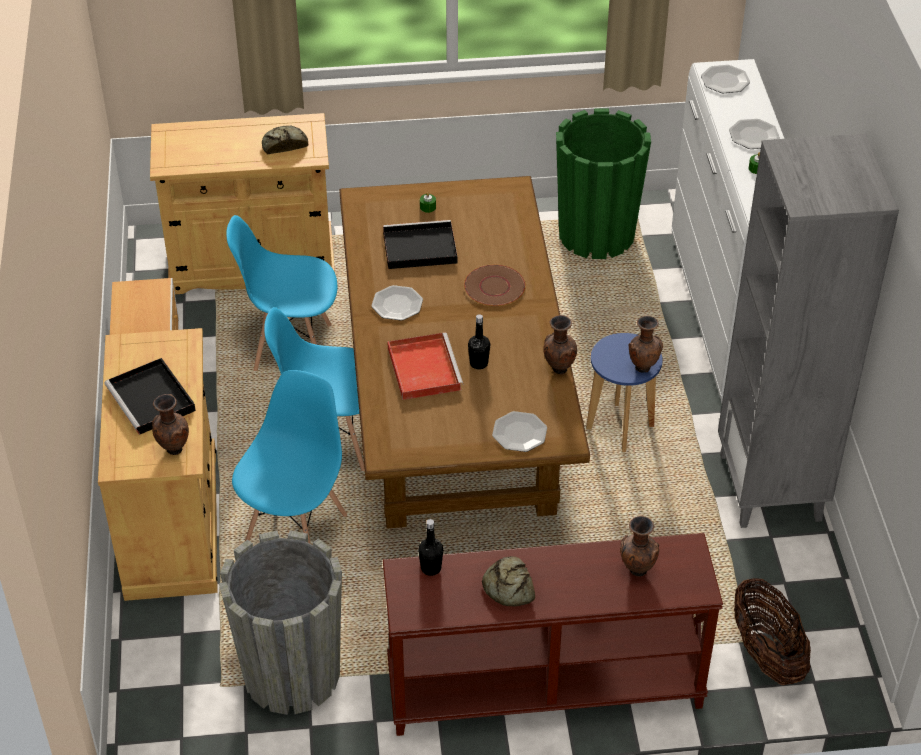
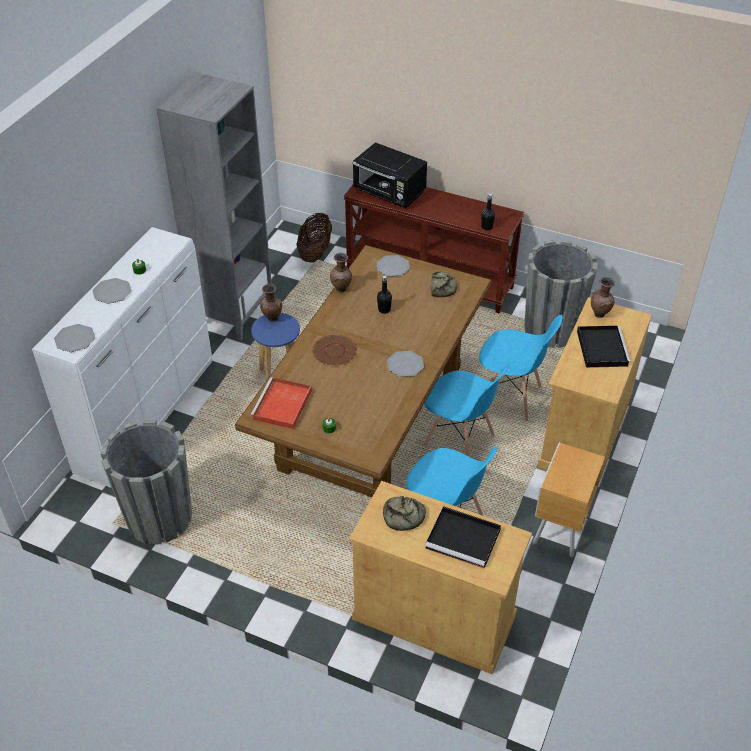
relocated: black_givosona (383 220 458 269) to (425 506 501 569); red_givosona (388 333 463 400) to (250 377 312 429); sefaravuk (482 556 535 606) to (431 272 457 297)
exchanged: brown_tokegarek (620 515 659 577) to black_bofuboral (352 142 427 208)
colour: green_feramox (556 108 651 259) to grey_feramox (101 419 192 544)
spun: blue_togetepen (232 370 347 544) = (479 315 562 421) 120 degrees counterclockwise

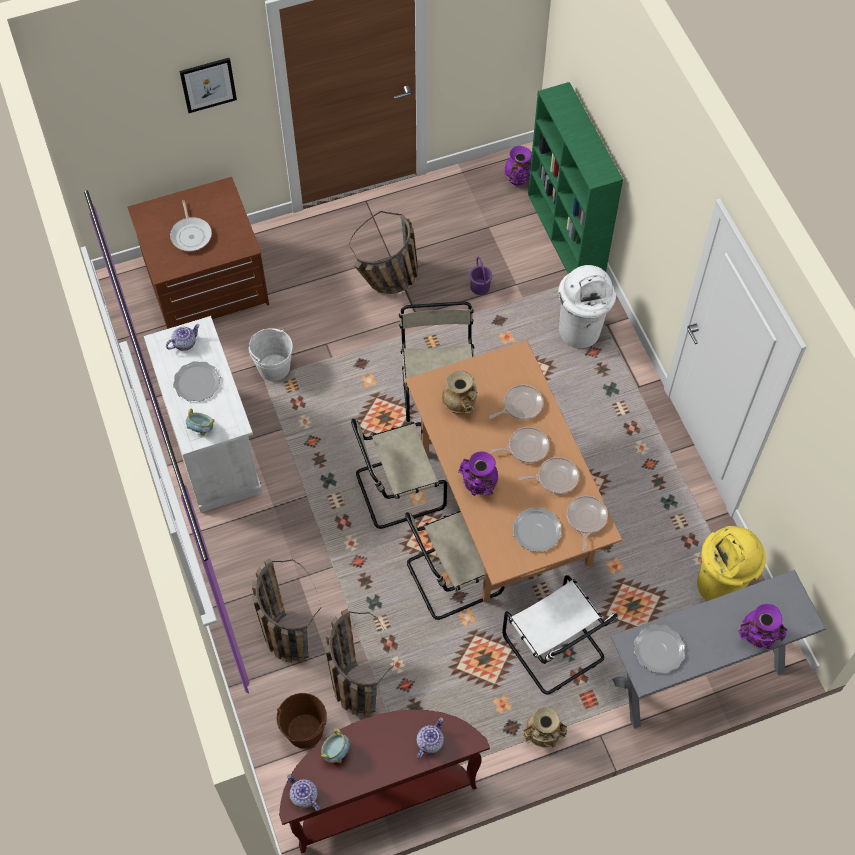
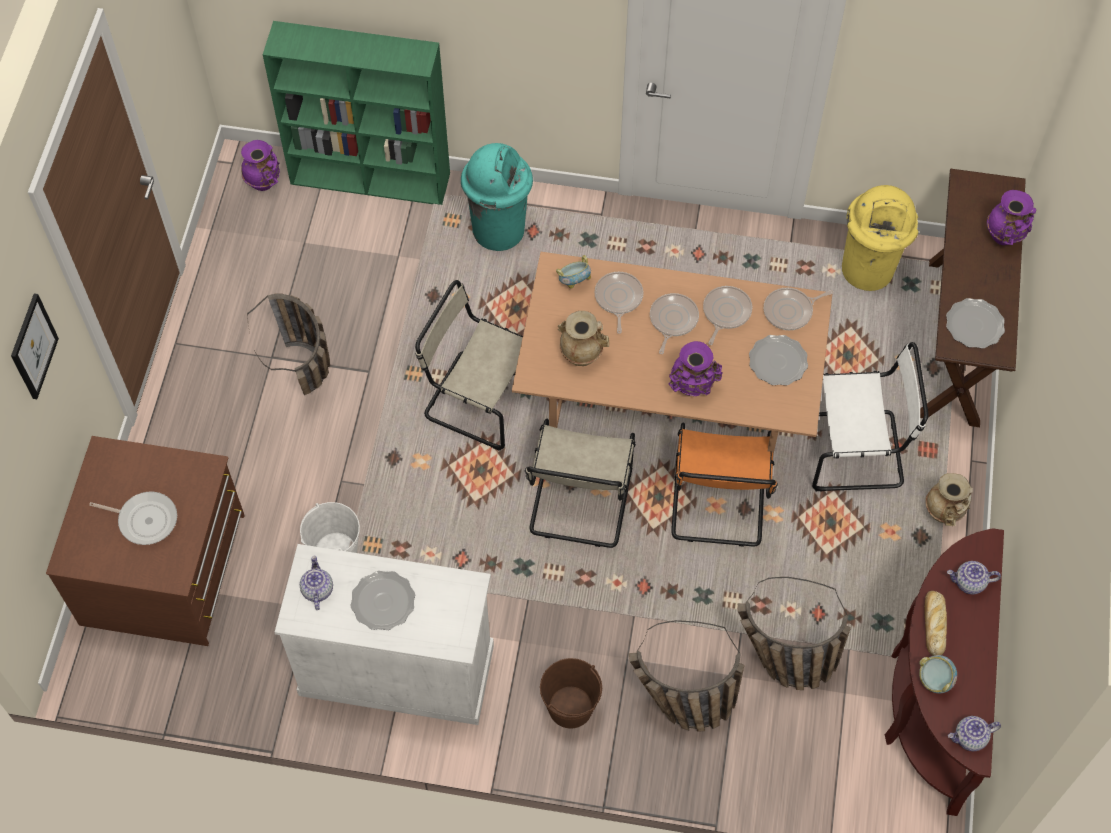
missing: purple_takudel (469 257 492 295)
appeared: sefaravuk (925 591 947 656)
relocated: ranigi (186 409 215 436) to (556 255 591 289); brown_takudel (277 693 327 749) to (540 658 602 729)
colour: beige_togetepen (405 511 505 620) to orange_togetepen (671 423 778 547); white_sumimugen (558 265 616 348) to turquoise_sumimugen (461 143 533 251); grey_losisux (611 570 826 729) to brown_losisux (920 168 1026 427)
spun: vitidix (417 718 444 759) = (947 561 1001 594) 60 degrees counterclockwise; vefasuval (567 496 608 552) = (764 288 834 330) 60 degrees counterclockwise

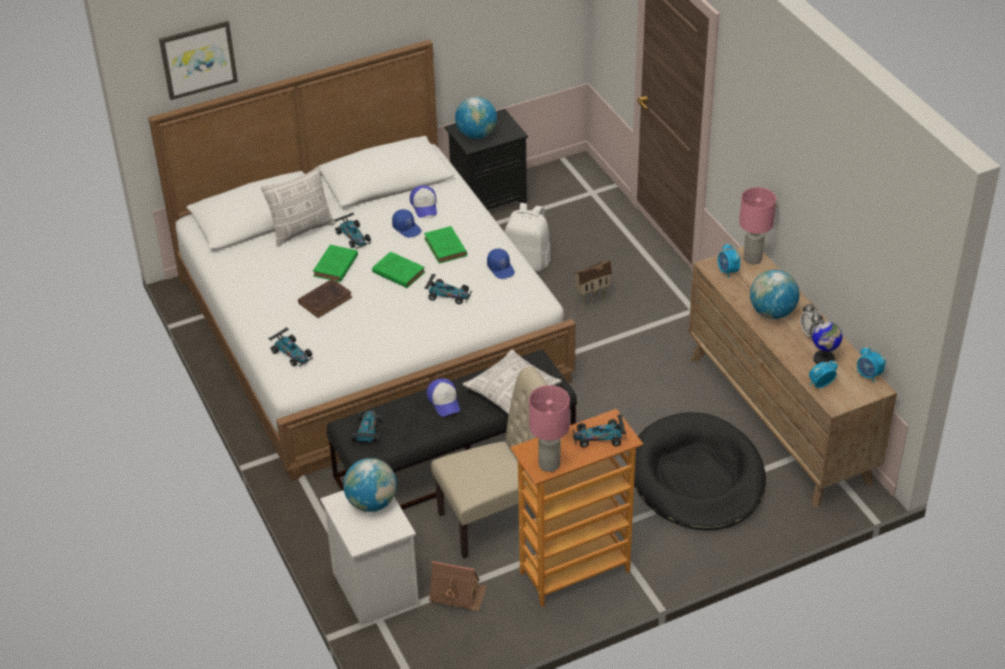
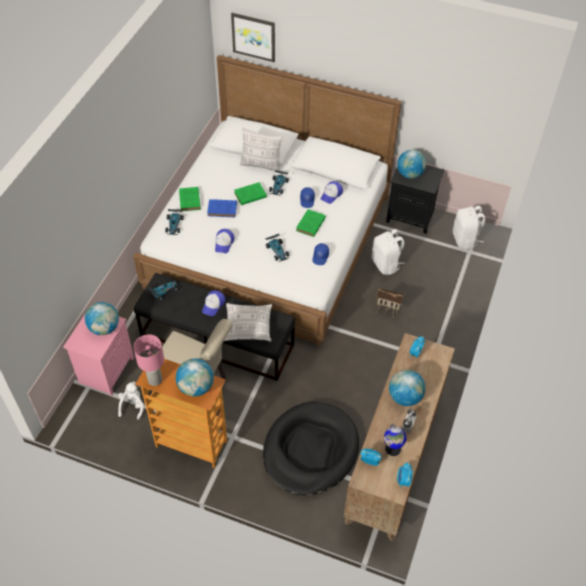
missing: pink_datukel (739 187 776 265)
appeared: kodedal (215 229 234 253); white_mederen (453 206 485 249)
relocated: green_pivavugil (372 252 425 288) to (179 187 201 211)
exchanged: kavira (429 561 487 611) to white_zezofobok (118 381 144 420); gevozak (573 414 626 448) to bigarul (176 359 214 397)
colour: brown_pivavugil (298 278 352 318) to blue_pivavugil (207 199 237 217); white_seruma (320 490 419 626) to pink_seruma (63 313 134 396)

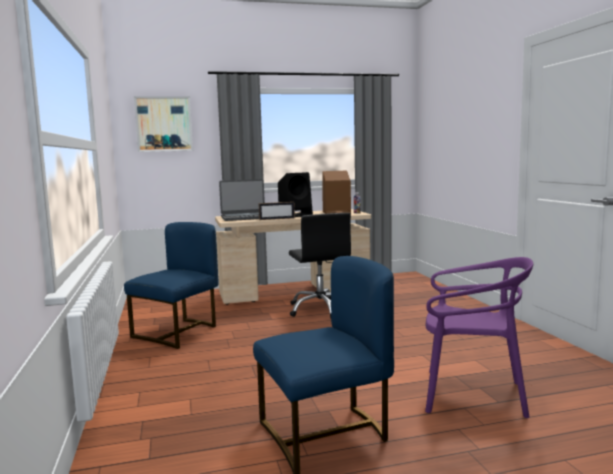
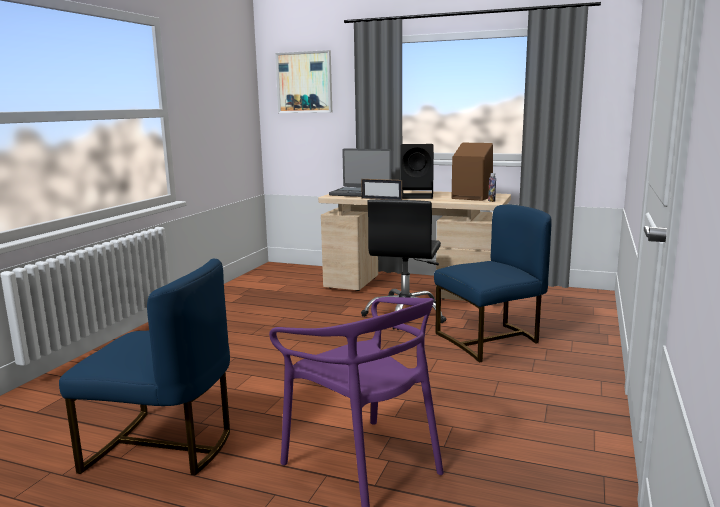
relocated: blue_togetepen (124 222 218 349) to (434 204 551 363)

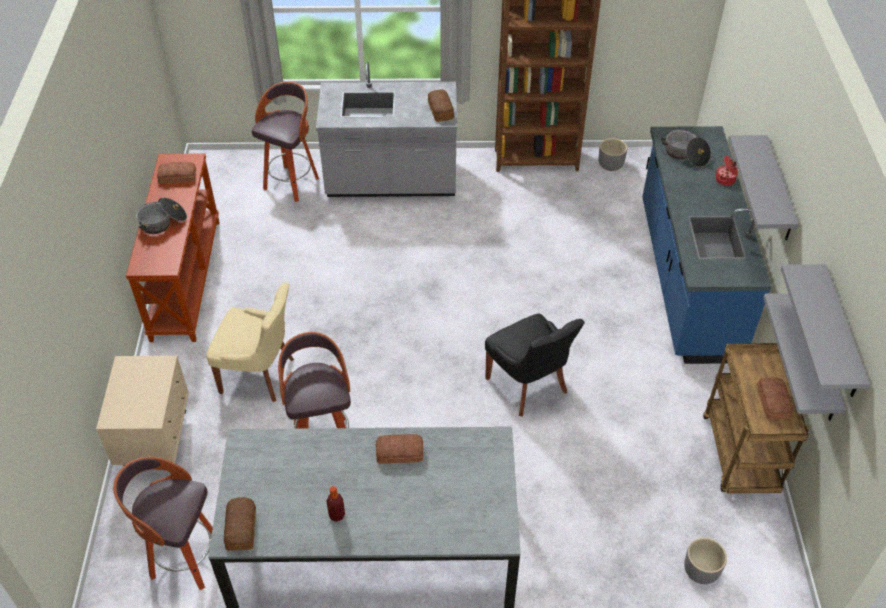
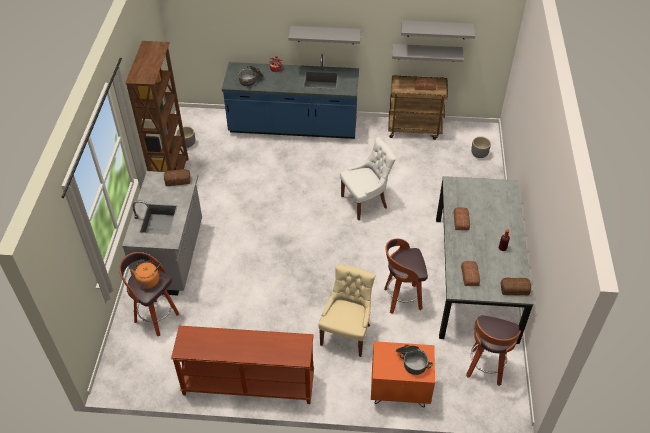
appeared: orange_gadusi (131 259 161 289)
relocated: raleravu (136 198 187 234) to (396 345 433 375); sefaravuk (157 162 196 184) to (461 261 480 286)
colour: beige_seruma (96 356 189 466) to orange_seruma (371 341 435 408); black_togetepen (485 314 585 416) to white_togetepen (340 137 396 220)

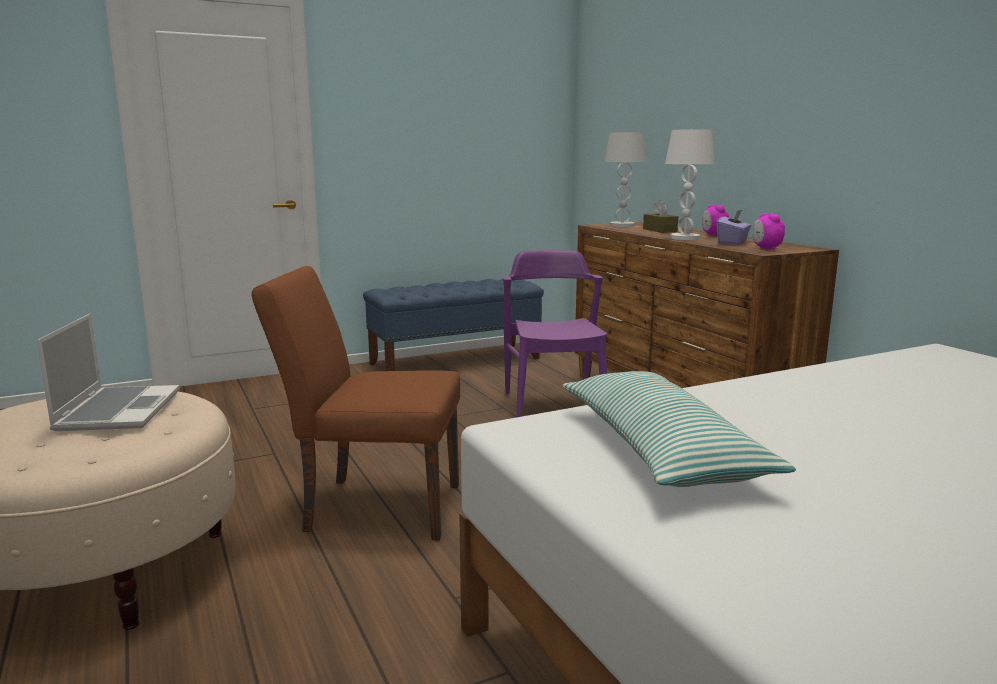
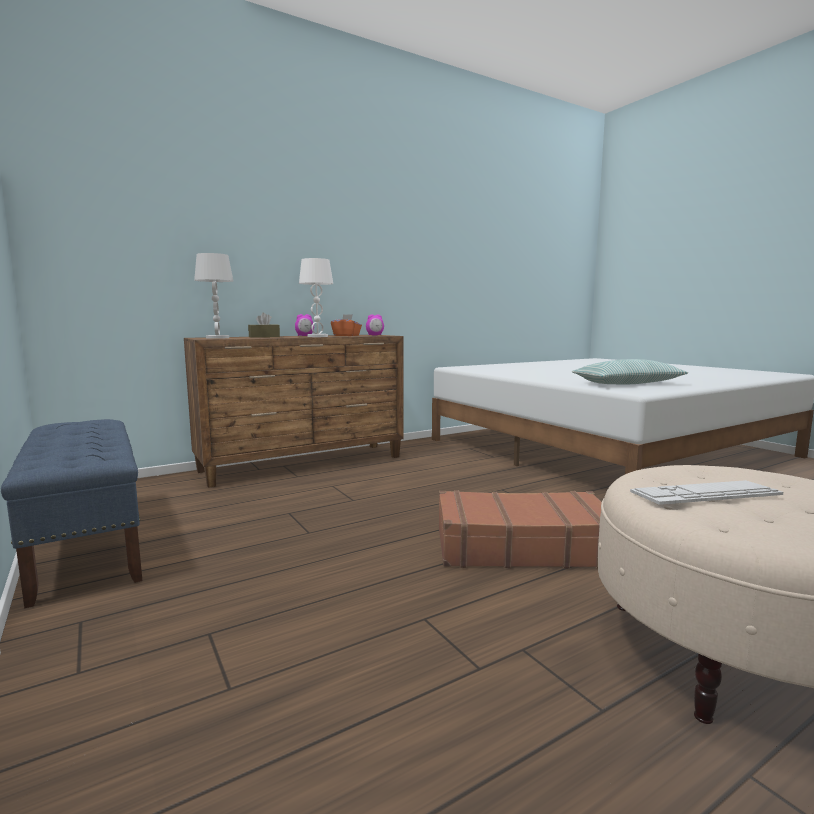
missing: purple_togetepen (503 250 607 417)
exchanged: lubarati (36 313 180 431) to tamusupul (630 480 783 505); brown_togetepen (251 266 460 541) to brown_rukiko (439 490 602 569)
colour: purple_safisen (717 209 751 245) to orange_safisen (331 314 362 336)

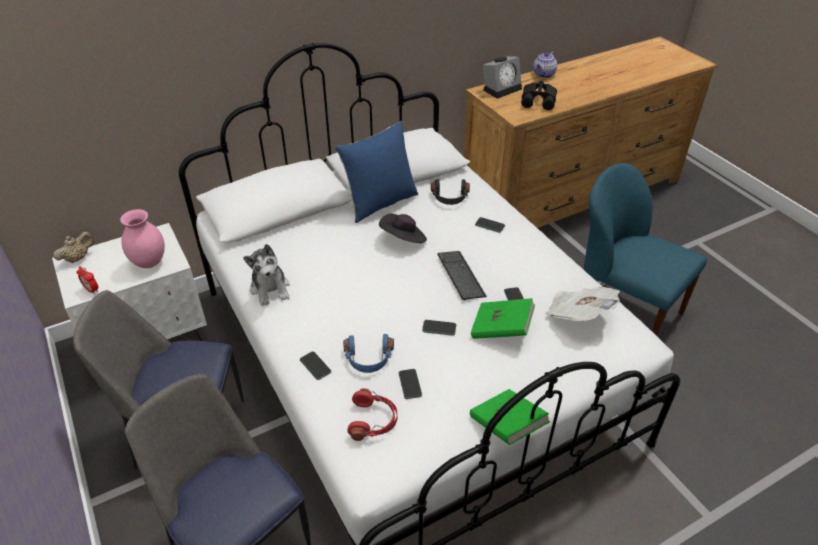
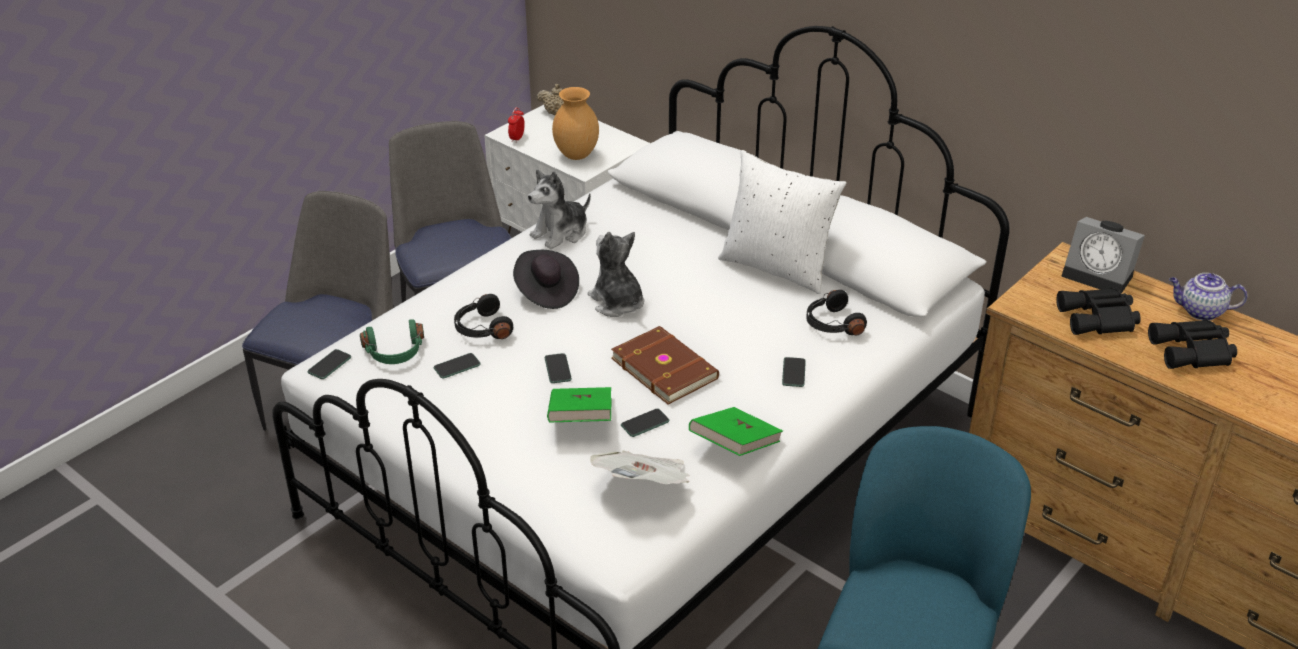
appeared: zezofobok (588 232 644 317); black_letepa (1148 320 1237 369)
relocated: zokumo (300 351 331 380) to (307 349 351 379); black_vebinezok (379 213 427 243) to (513 250 579 309); green_pivavugil (470 389 550 445) to (689 407 783 456)
exchanged: tamusupul (437 251 487 300) to brown_pivavugil (611 326 719 404)
colour: pink_tokegarek (120 209 165 268) to brown_tokegarek (552 87 599 160); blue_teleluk (335 121 418 223) to white_teleluk (718 150 846 294); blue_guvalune (343 334 394 373) to black_guvalune (454 294 513 339); red_guvalune (347 388 397 441) to green_guvalune (360 319 424 364)

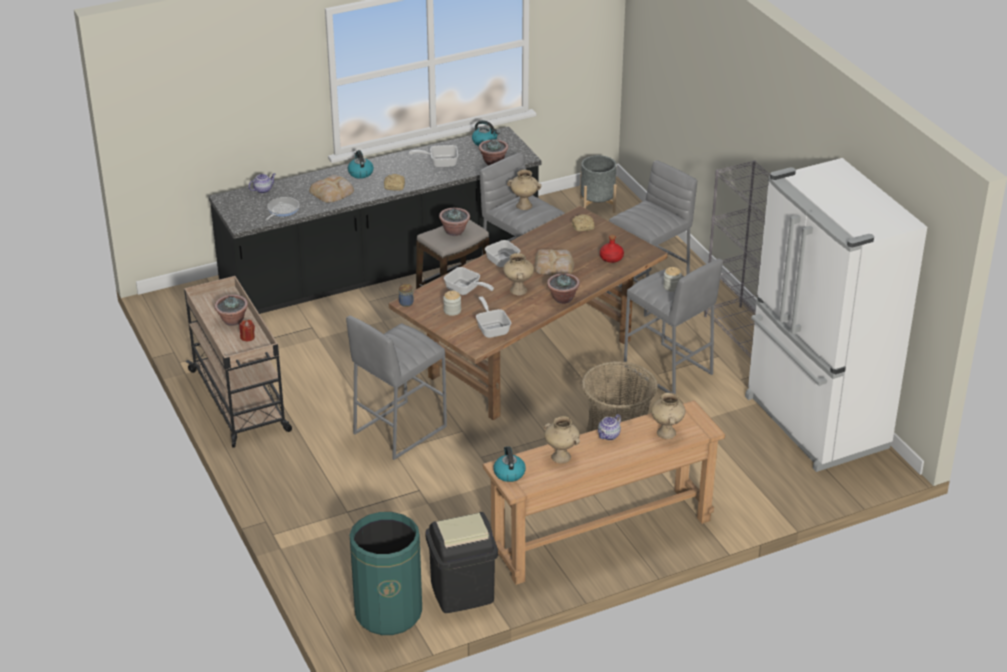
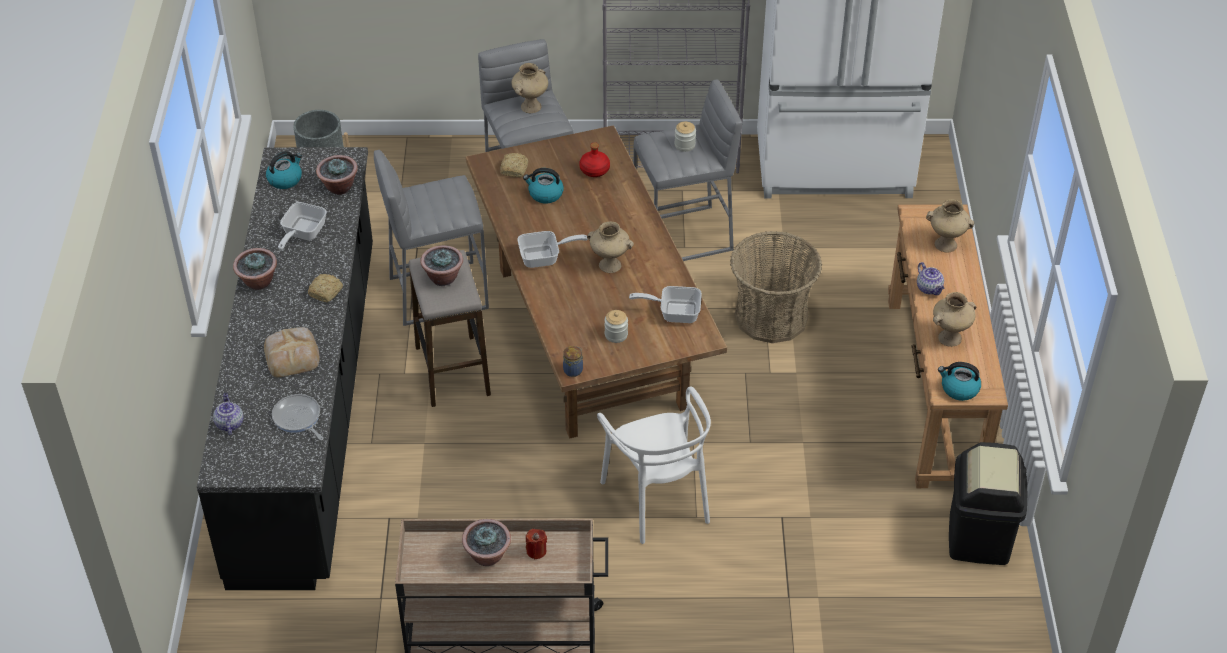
missing: green_sumimugen (350 512 422 635); vefasuval (444 267 494 295); sefaravuk (534 249 575 276)
relocated: gadusi (348 150 374 179) to (523 168 564 203); beige_tokegarek (507 170 541 210) to (512 63 548 113); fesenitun (547 273 580 304) to (233 248 277 290)
exchanged: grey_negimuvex (346 316 447 460) to white_togetepen (597 387 711 544)

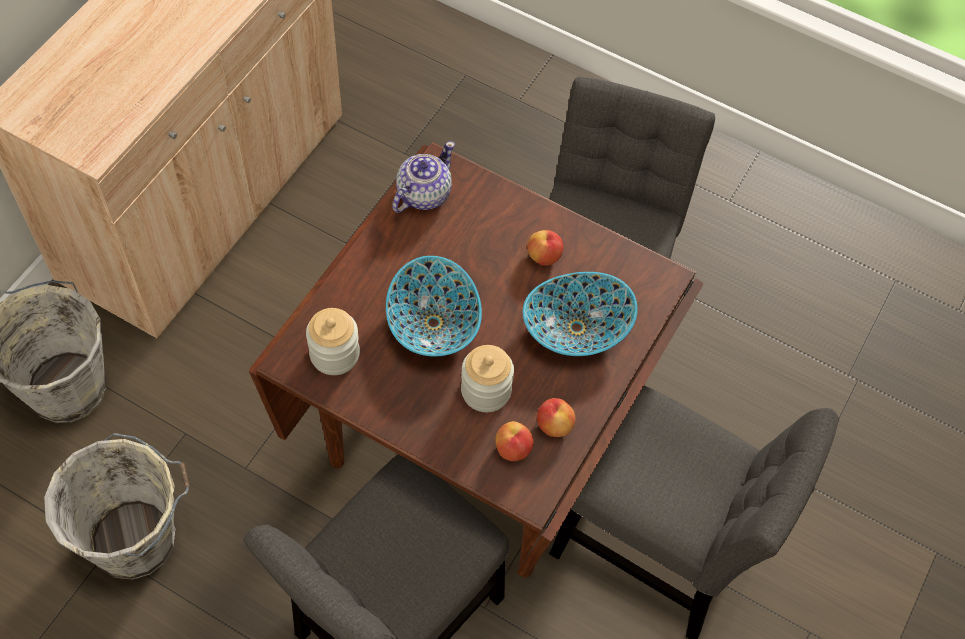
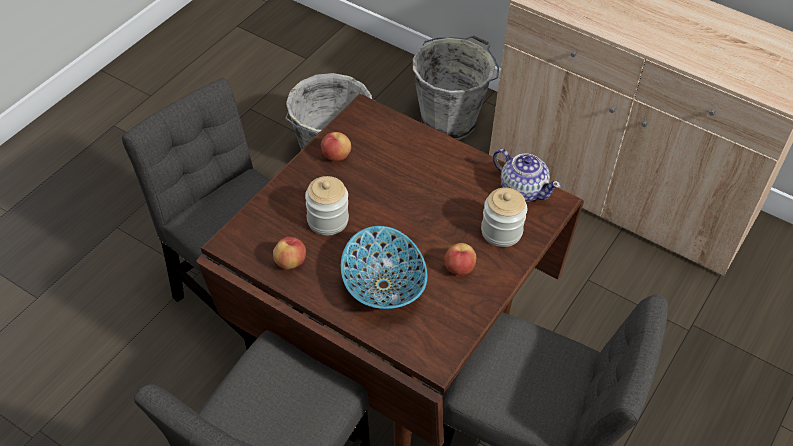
missing: ranigi (386 256 482 357)
relocated: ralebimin (306 308 360 375) to (481 188 527 247); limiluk (495 421 534 461) to (321 132 351 161)

